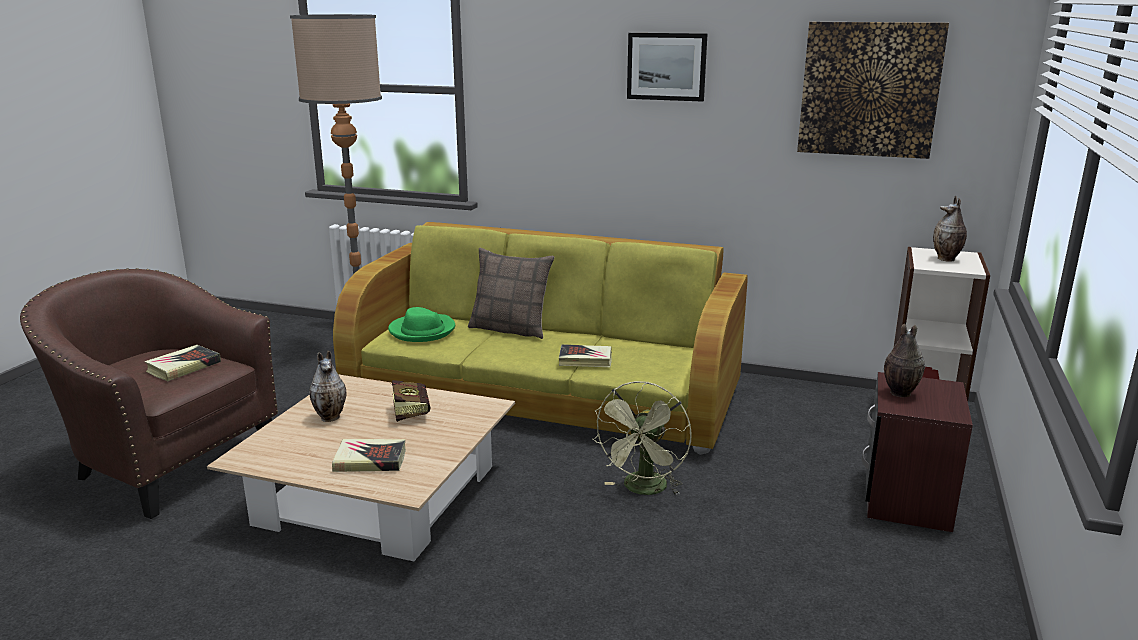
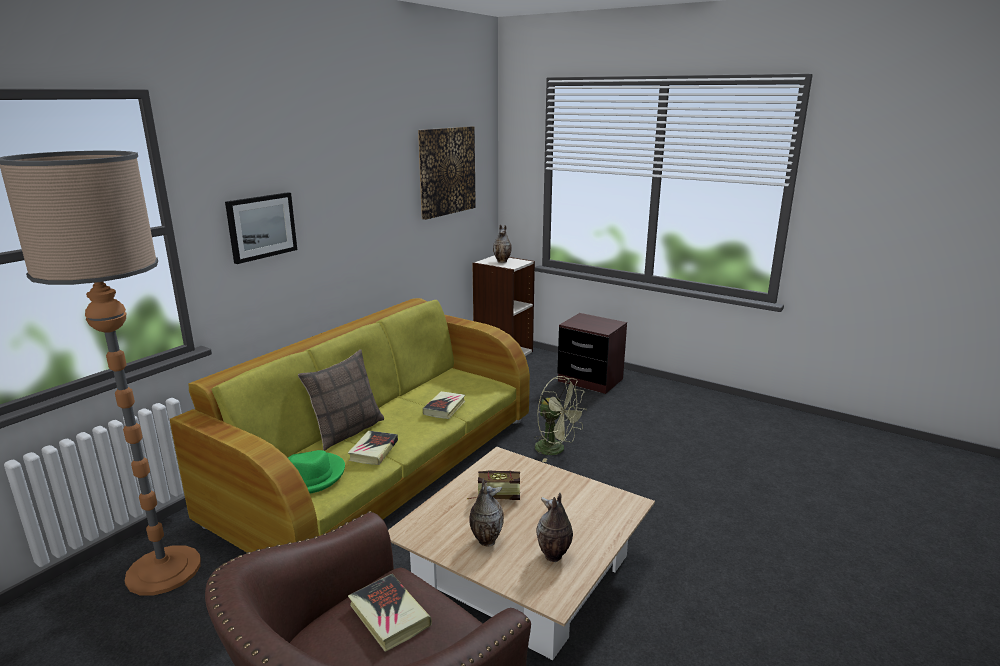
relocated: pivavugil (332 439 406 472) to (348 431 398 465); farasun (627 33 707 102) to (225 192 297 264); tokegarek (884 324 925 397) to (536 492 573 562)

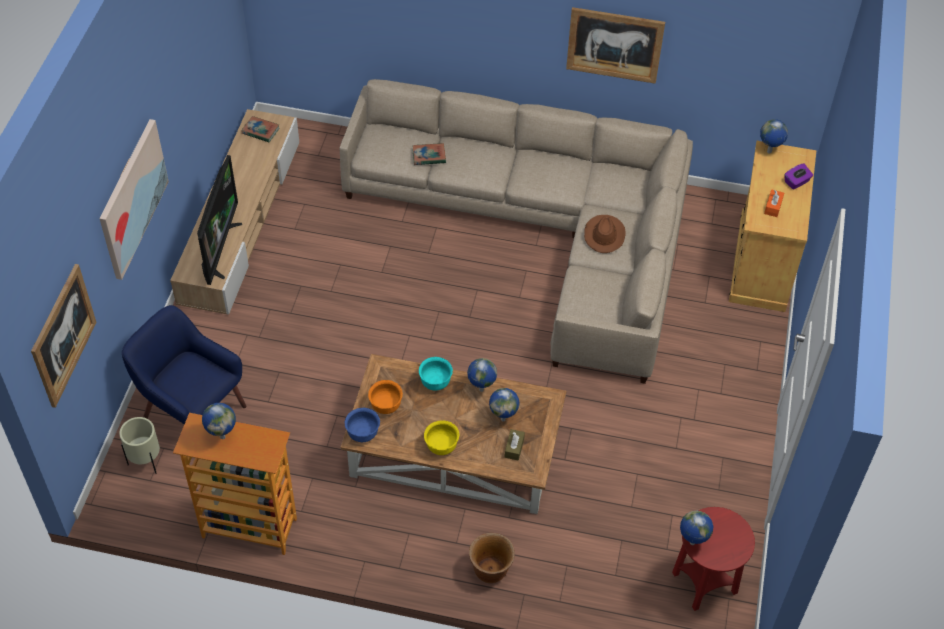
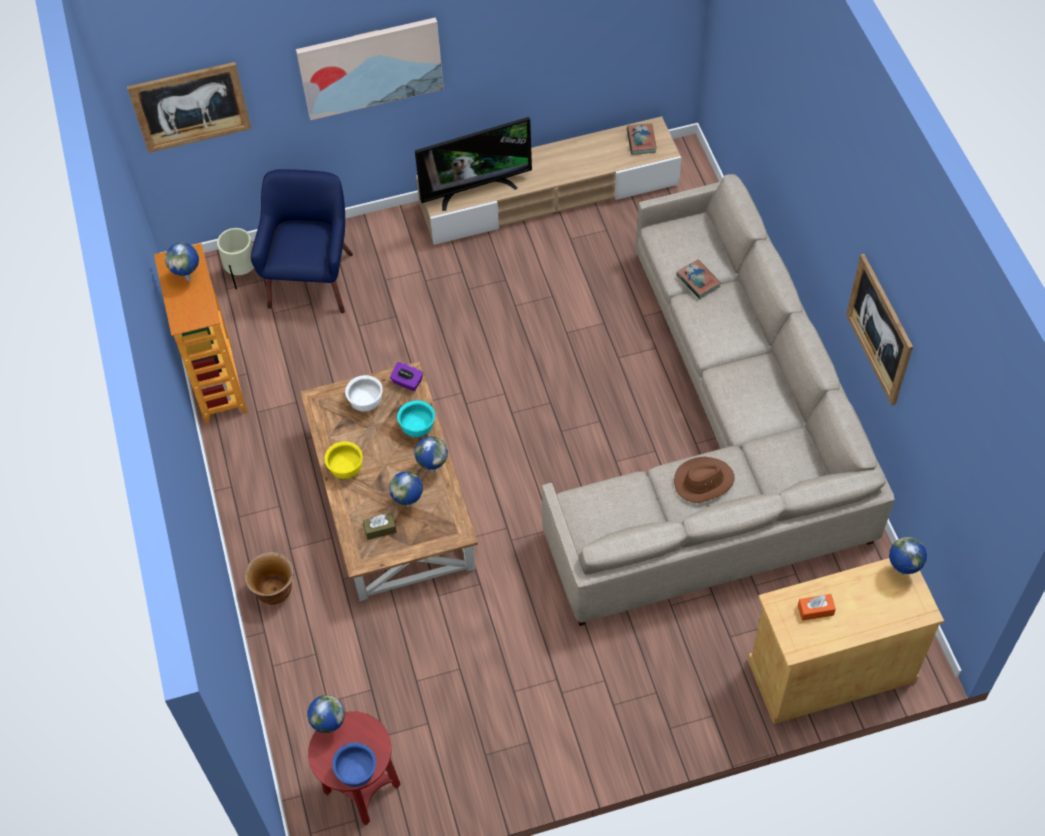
relocated: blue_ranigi (345 408 380 442) to (332 742 376 787); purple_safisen (785 163 813 190) to (390 362 423 391)
colour: orange_ranigi (368 380 403 414) to white_ranigi (345 375 383 412)

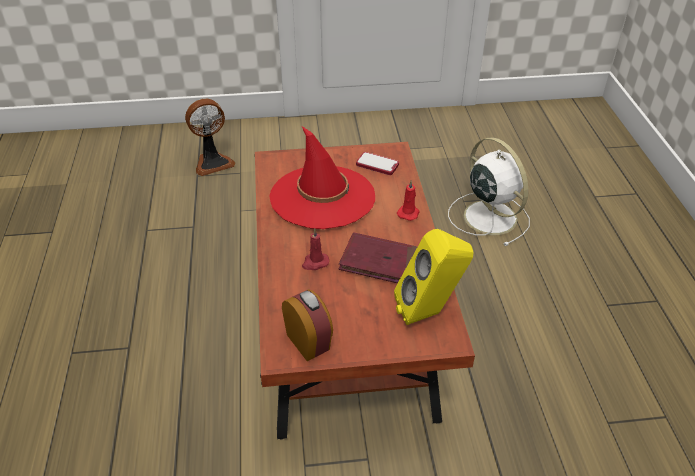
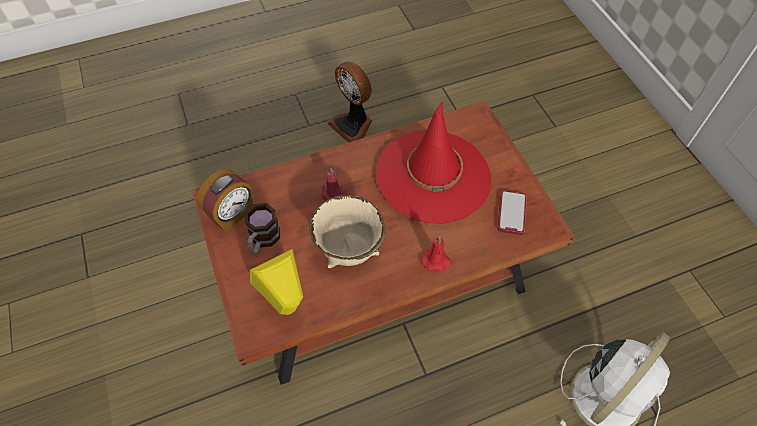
appeared: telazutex (245 203 280 254)
relocated: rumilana (185 99 236 176) to (327 61 372 143)
exchanged: red_pivavugil (338 232 417 283) to beige_ranigi (309 195 385 268)

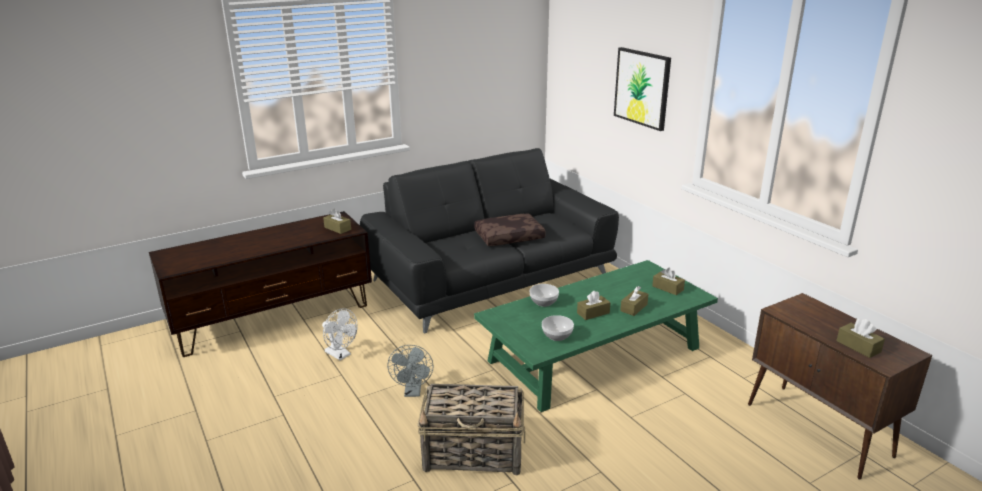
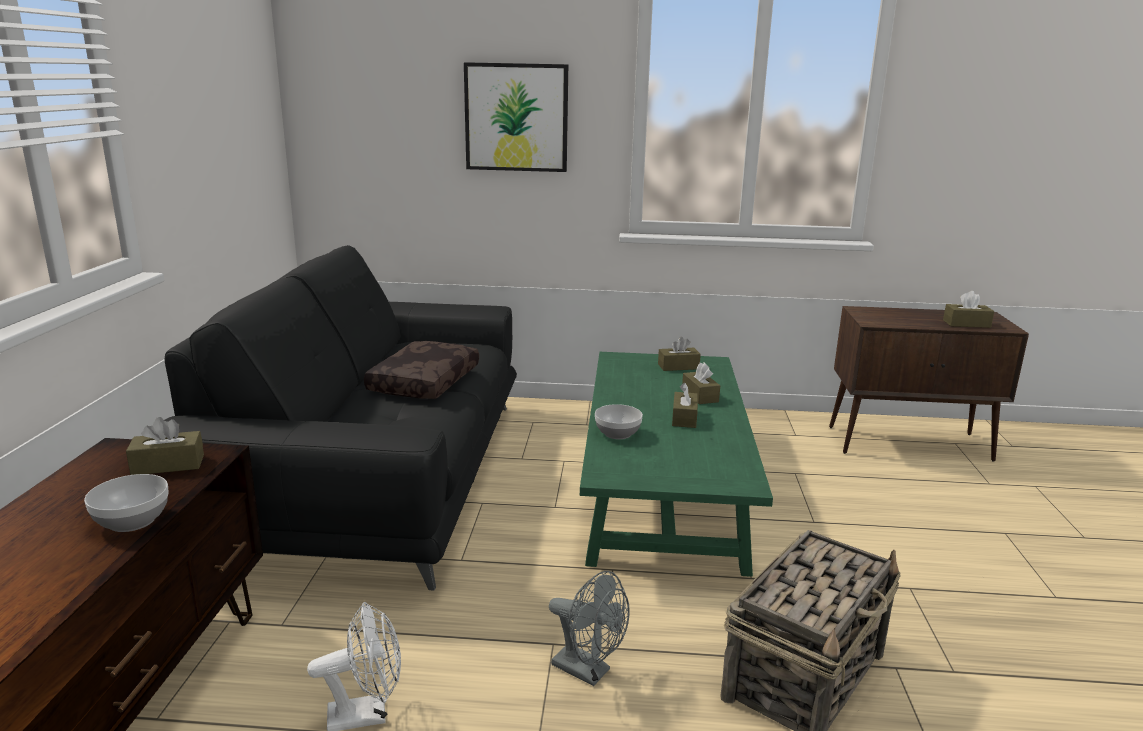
relocated: ranigi (542 315 574 341) to (84 474 168 532)

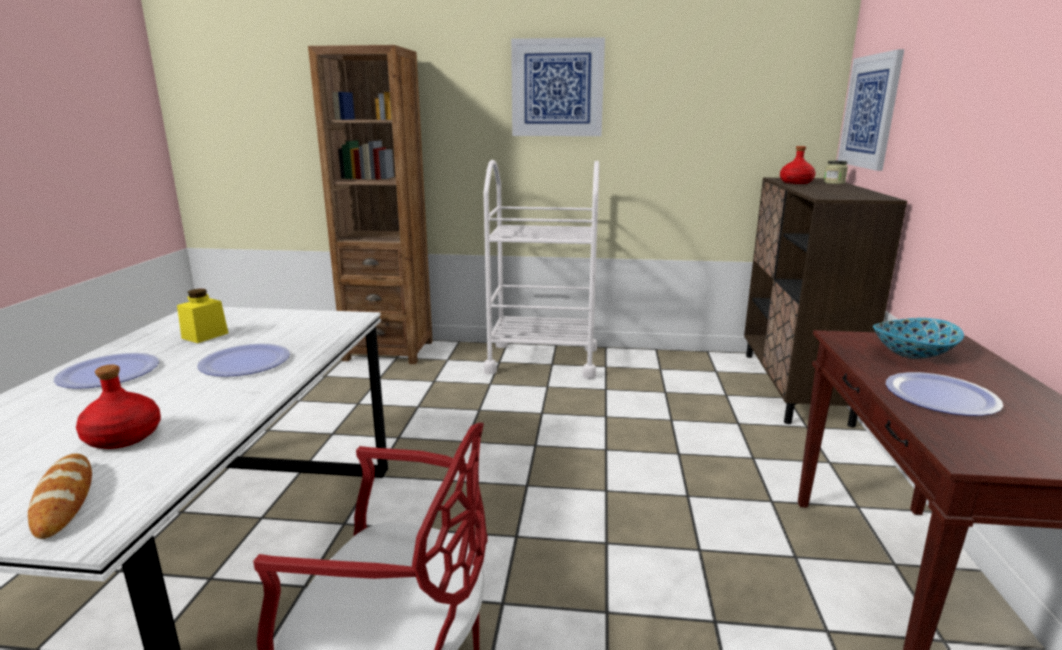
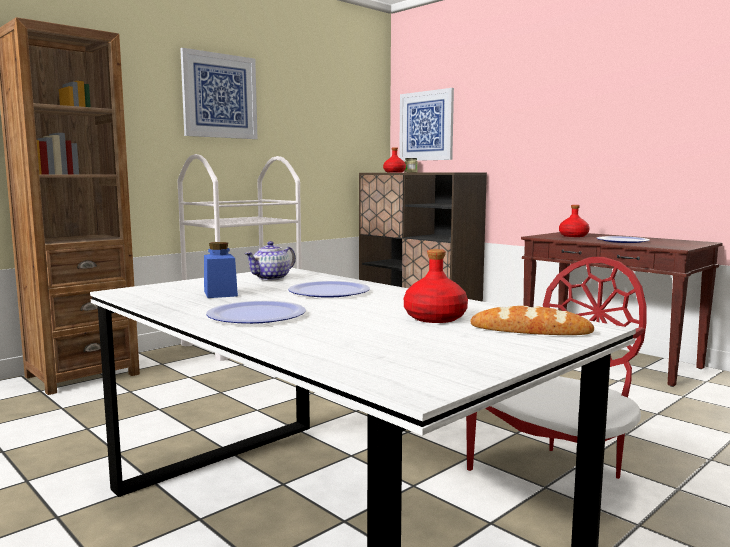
appeared: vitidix (244 241 296 280)
exchanged: ranigi (873 318 964 359) to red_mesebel (559 205 590 237)
colour: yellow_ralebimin (177 289 228 343) to blue_ralebimin (204 242 238 298)

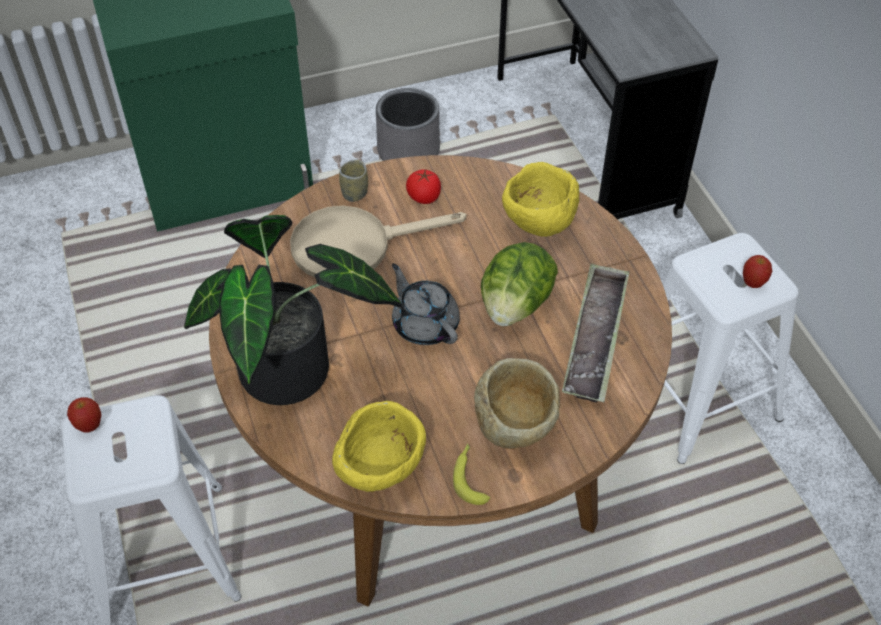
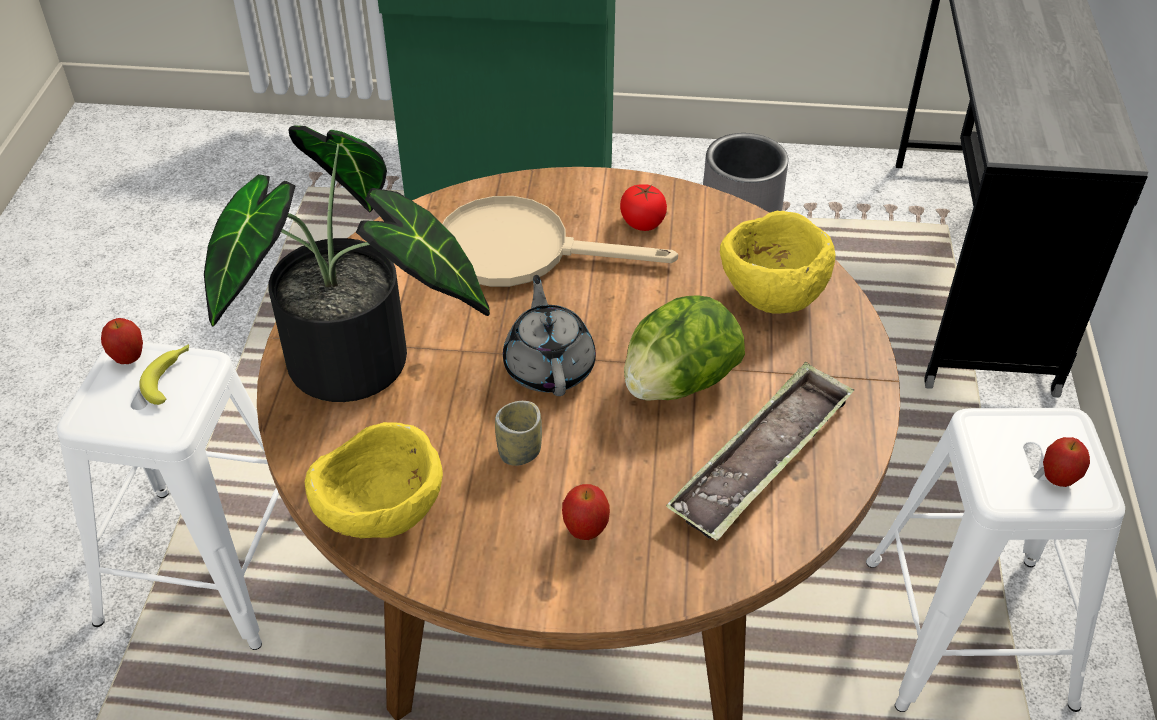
relocated: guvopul (339 160 368 202) to (495 401 542 466); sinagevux (453 444 490 505) to (139 344 189 405)
exchanged: beige_ranigi (474 358 560 449) to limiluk (562 484 610 540)

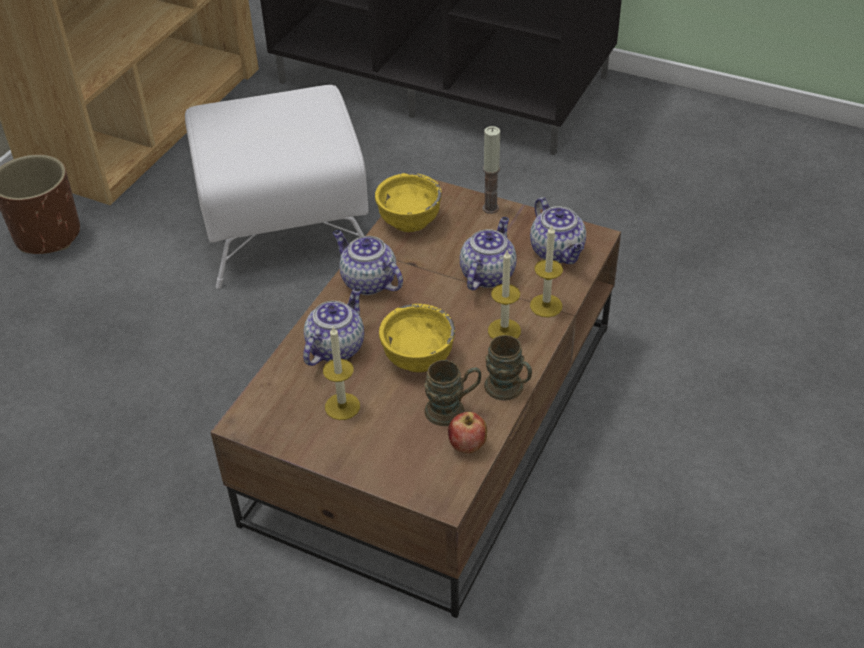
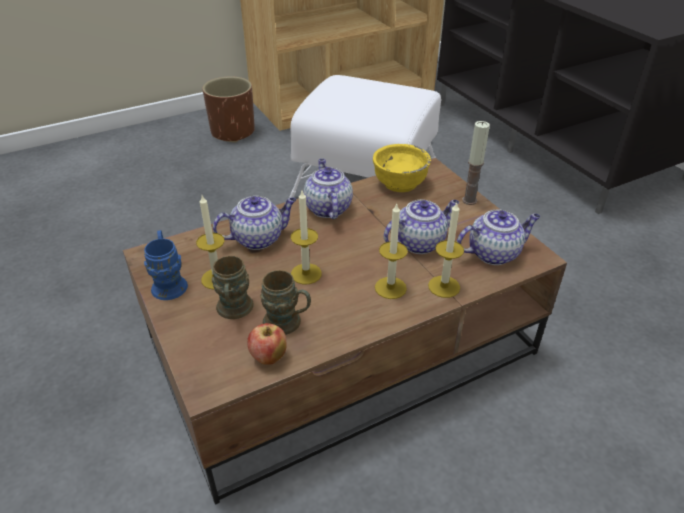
appeared: blue_telazutex (144 230 188 300)
relocated: brown_telazutex (484 335 532 400) to (211 256 254 319)
exchanged: yellow_ranigi (379 304 455 372) to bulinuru (291 191 322 284)
spun: vitidix (530 197 586 264) = (457 209 540 265) 120 degrees counterclockwise

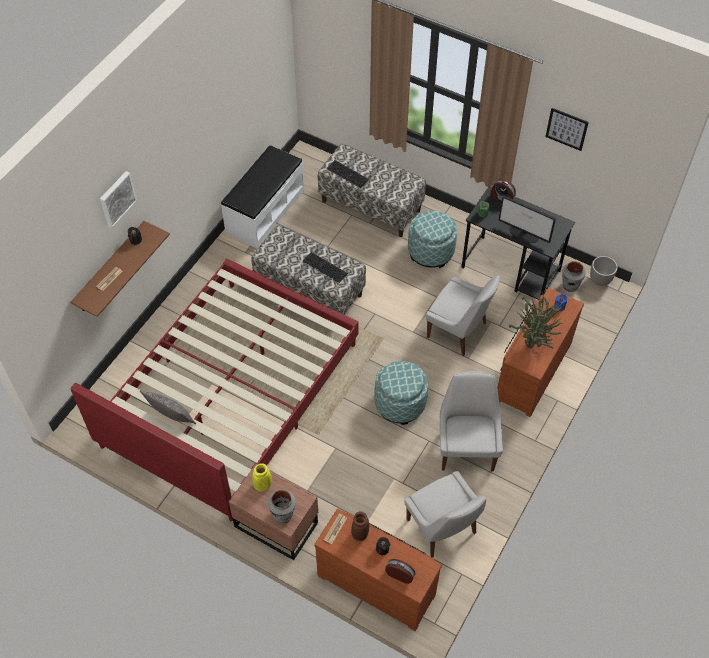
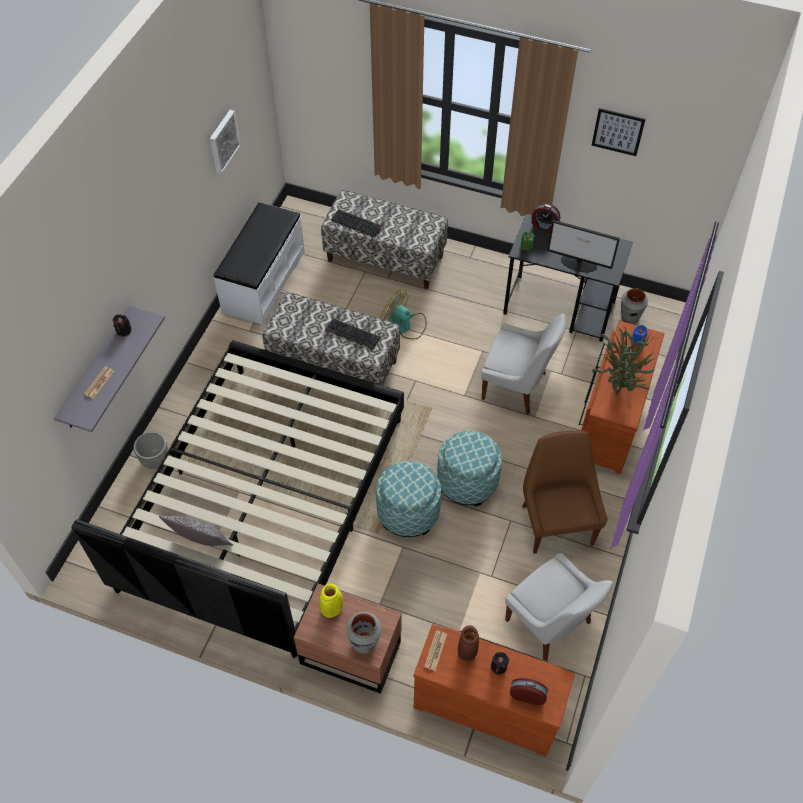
appeared: rumilana (380 290 427 339)
relocated: farasun (100 171 137 228) to (210 110 241 174); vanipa (408 211 457 268) to (376 461 441 537); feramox (590 256 618 286) to (134 432 168 469)
colour: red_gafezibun (70 259 358 521) to black_gafezibun (71 340 404 658); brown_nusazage (71 221 170 317) to grey_nusazage (54 306 165 432); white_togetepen (440 371 503 472) to brown_togetepen (522 430 608 554)

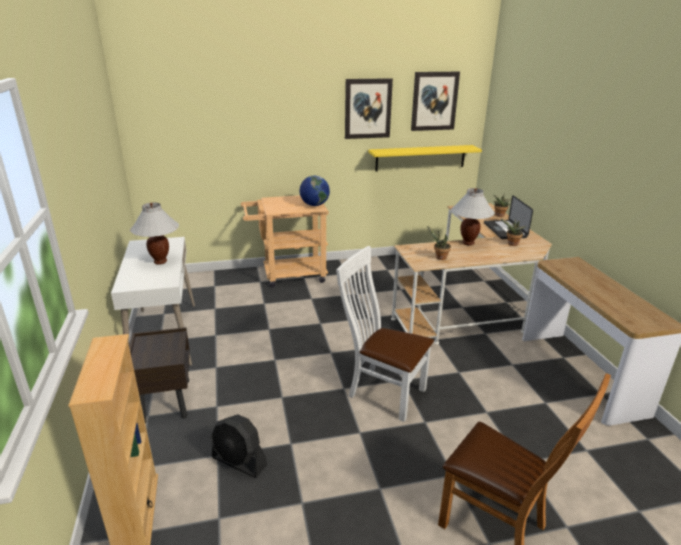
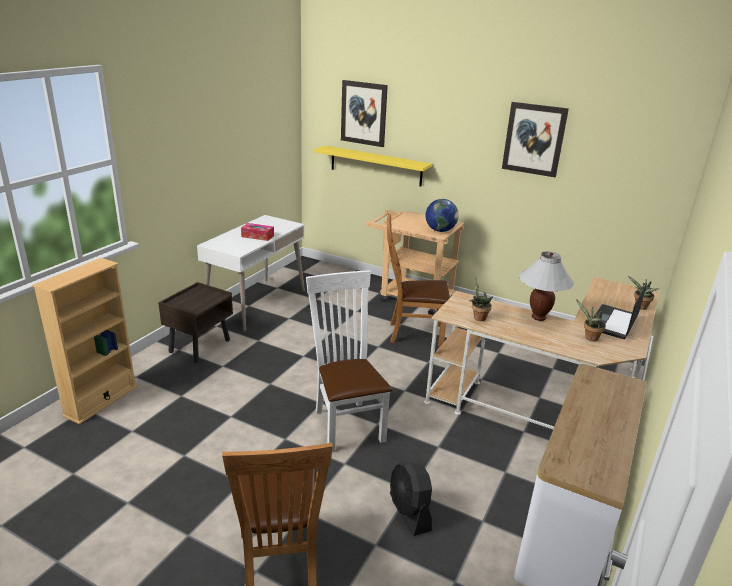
appeared: brown_togetepen (387 214 450 347)
relocated: black_rumilana (211 414 267 478) to (390 461 432 536); yellow_nusazage (368 145 482 171) to (314 145 432 186); farasun (411 72 460 131) to (341 80 388 147)
exchanged: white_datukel (130 202 179 265) to safisen (241 223 274 241)

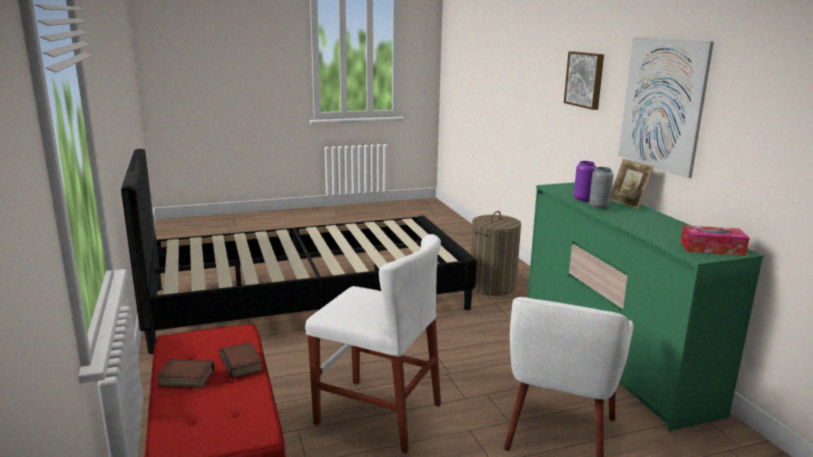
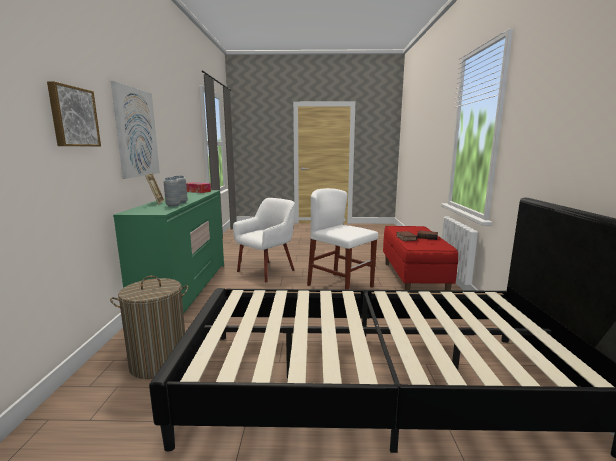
colour: purple_tokegarek (574 161 596 201) to grey_tokegarek (164 177 181 207)

